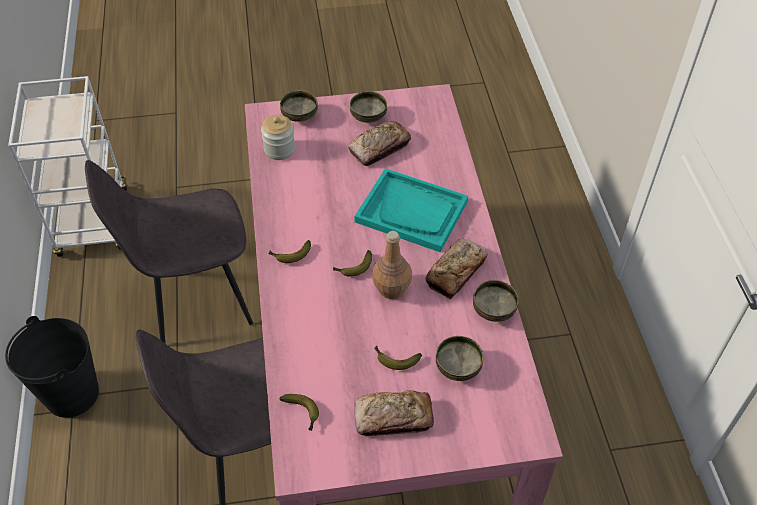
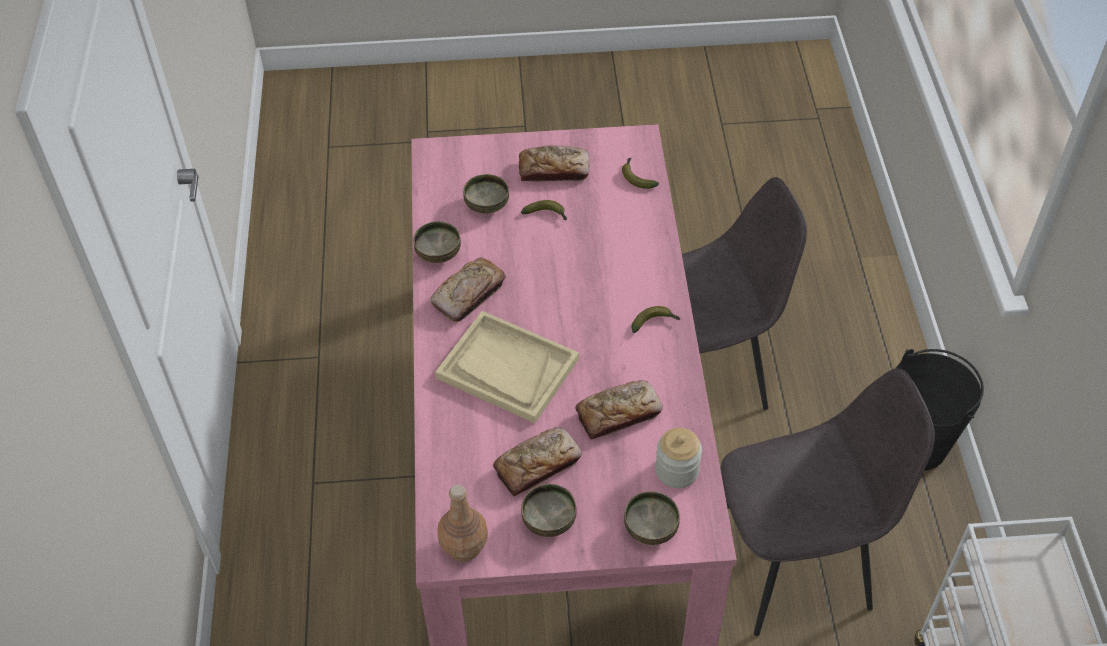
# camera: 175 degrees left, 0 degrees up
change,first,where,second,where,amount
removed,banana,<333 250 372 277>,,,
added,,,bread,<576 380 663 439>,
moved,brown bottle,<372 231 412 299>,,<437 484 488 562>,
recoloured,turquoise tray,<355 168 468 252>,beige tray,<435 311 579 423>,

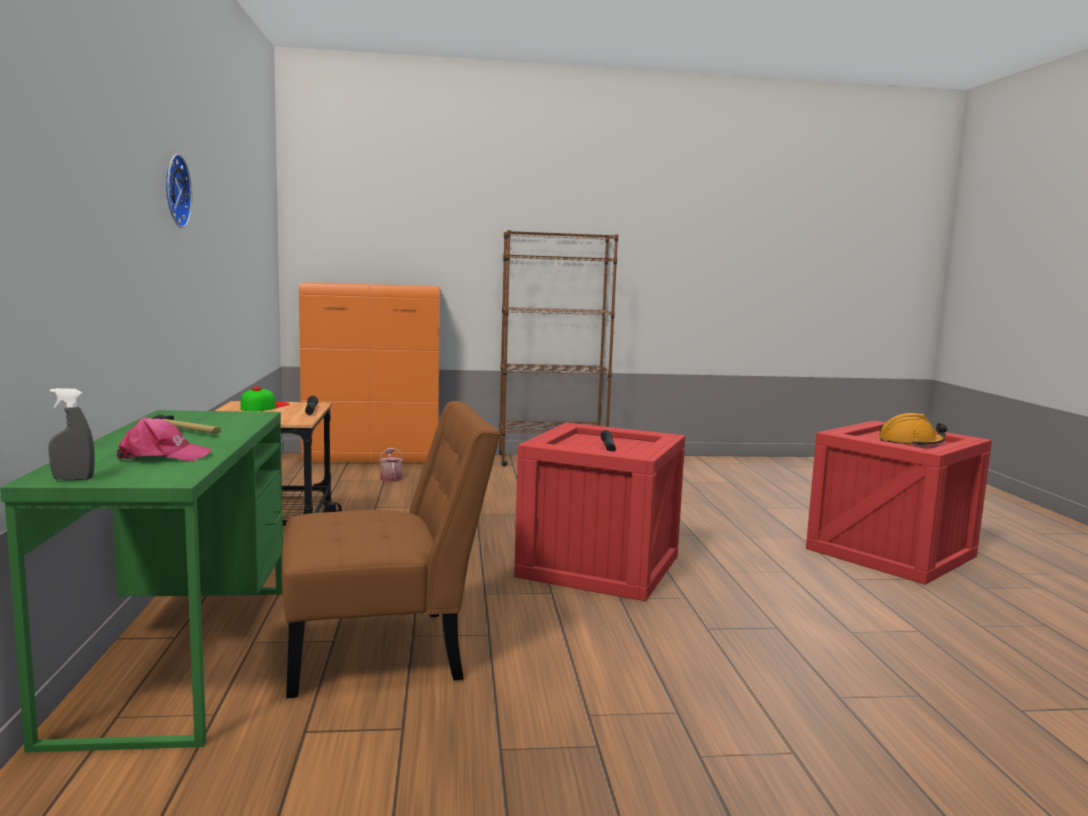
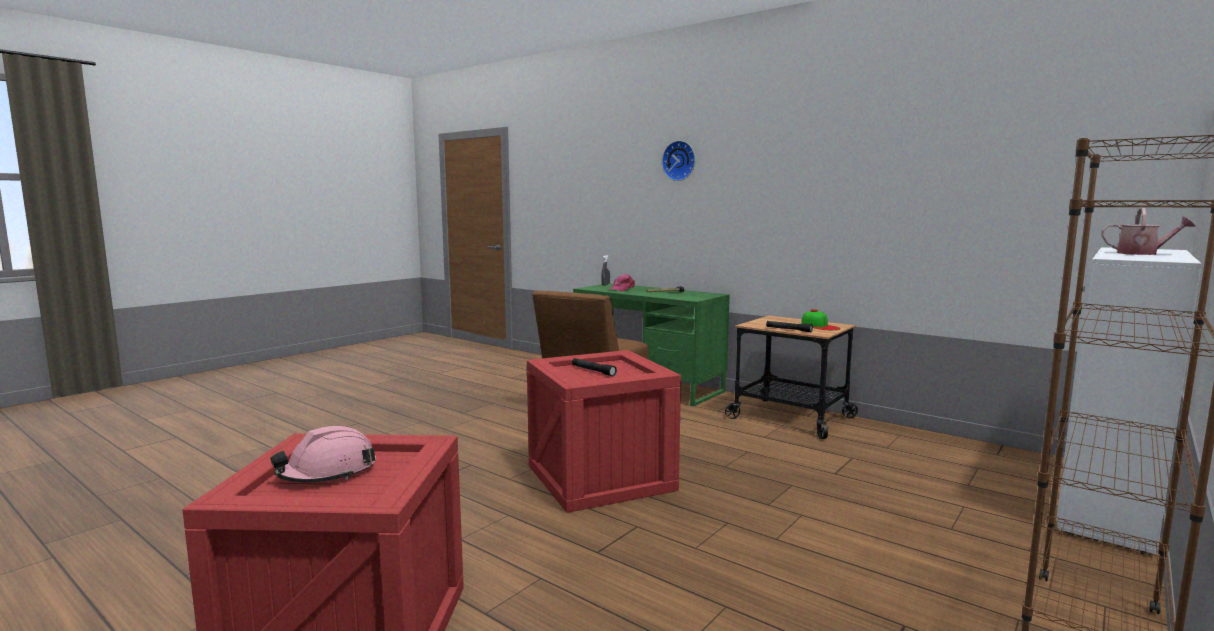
# camera: 135 degrees right, 0 degrees up
change,first,where,second,where,amount
moved,wall clock,<166 154 192 228>,,<662 141 695 181>,
moved,watering can,<379 448 403 482>,,<1102 208 1196 255>,
recoloured,orange cabinet,<299 282 440 462>,white cabinet,<1057 247 1202 555>,
recoloured,orange hard hat,<878 413 947 447>,pink hard hat,<270 426 376 483>,

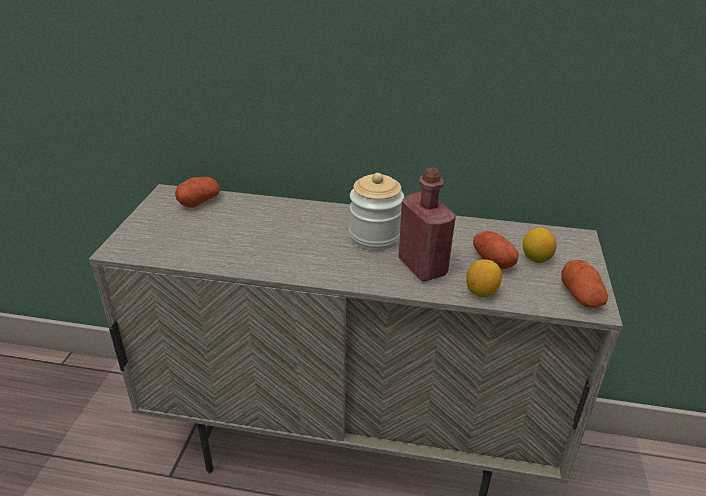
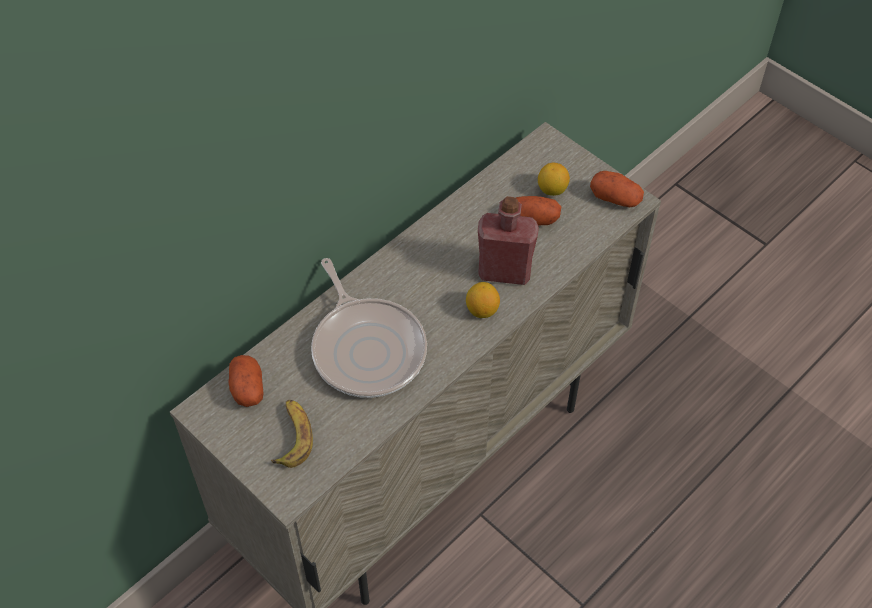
# camera: 55 degrees left, 20 degrees up
change,first,where,second,where,amount
removed,jar,<349 173 404 250>,,,
added,,,banana,<271 400 313 468>,
added,,,frying pan,<311 258 427 398>,
moved,lemon,<466 259 502 297>,,<466 282 500 318>,

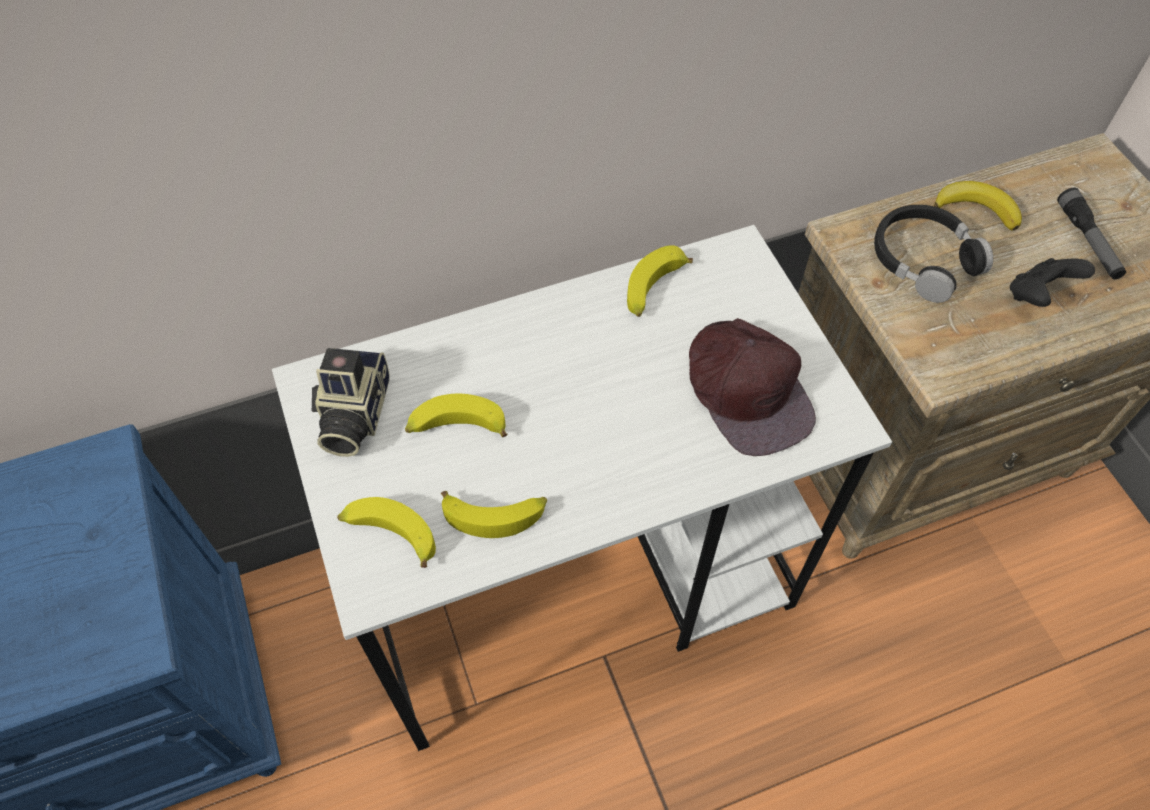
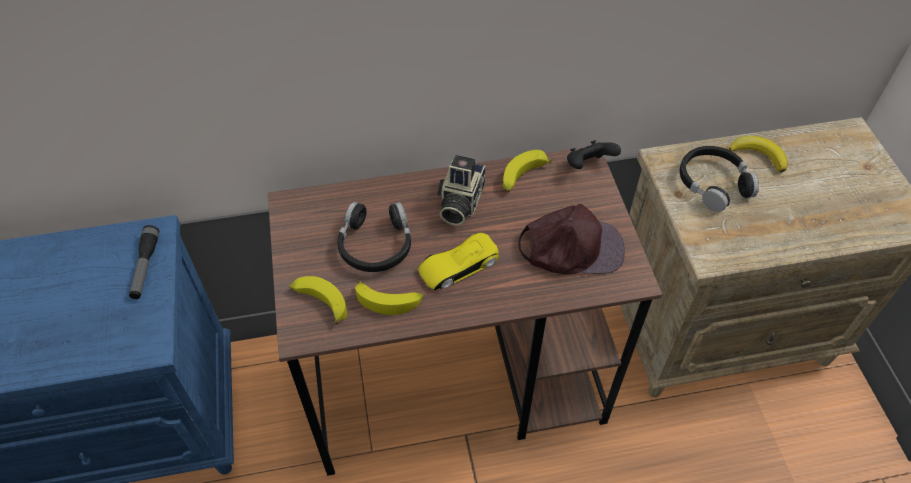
# camera: 10 degrees right, 5 degrees down
change,first,where,second,where,amount
added,,,yellow toy car,<418 233 499 290>,
moved,photo camera,<312 348 390 457>,,<437 155 486 226>,
moved,black game controller,<1010 258 1095 307>,,<567 140 621 169>,
moved,flashlight,<1057 188 1126 280>,,<129 225 160 299>,
replaced,banana,<405 393 507 437>,black headphones,<337 202 411 272>,
recoloured,white desk,<272 225 892 751>,brown desk,<268 147 662 476>,
turned,brown cap,<689 318 816 456>,,<518 204 625 274>,75 degrees counterclockwise

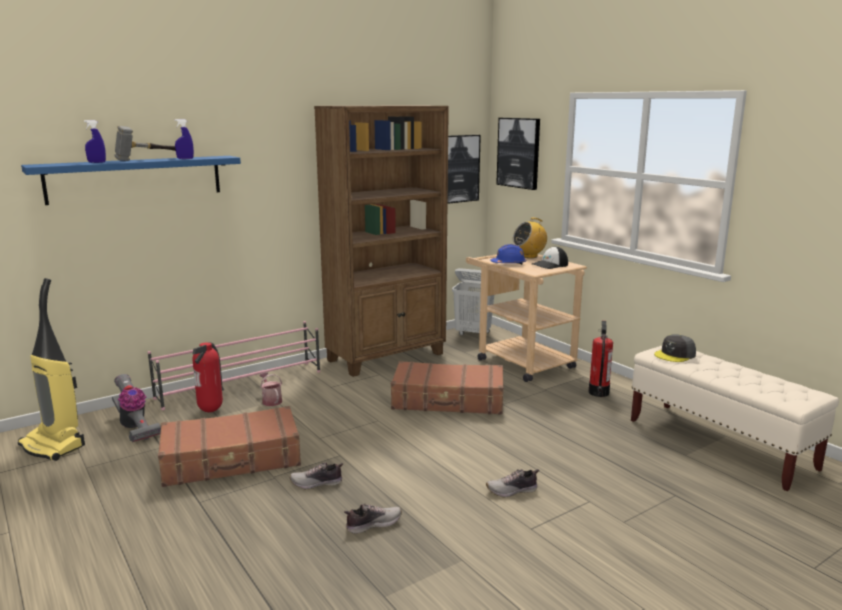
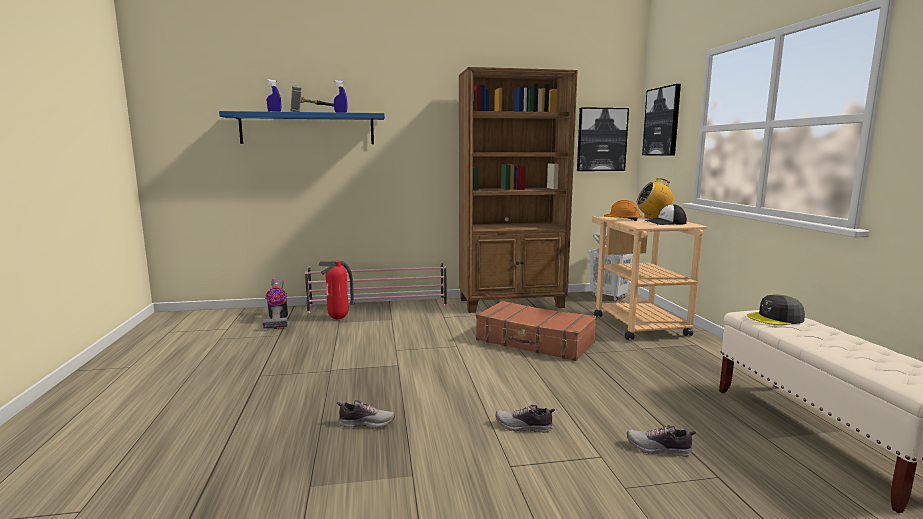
# camera: 25 degrees right, 5 degrees down
change,first,where,second,where,amount
removed,vacuum cleaner,<18 278 85 461>,,,
removed,brown suitcase,<158 406 301 487>,,,
removed,watering can,<259 372 282 406>,,,
removed,fire extinguisher,<589 321 613 397>,,,
moved,shoe,<290 462 343 489>,,<627 425 696 457>,
recoloured,blue hard hat,<490 244 526 264>,orange hard hat,<604 200 641 221>,

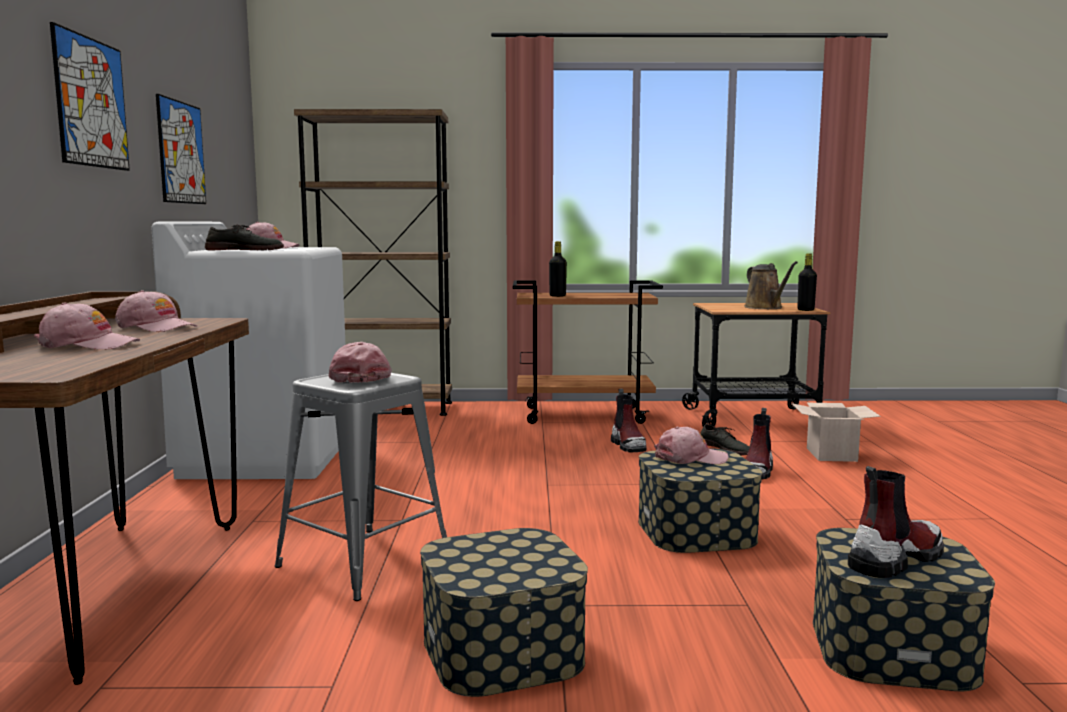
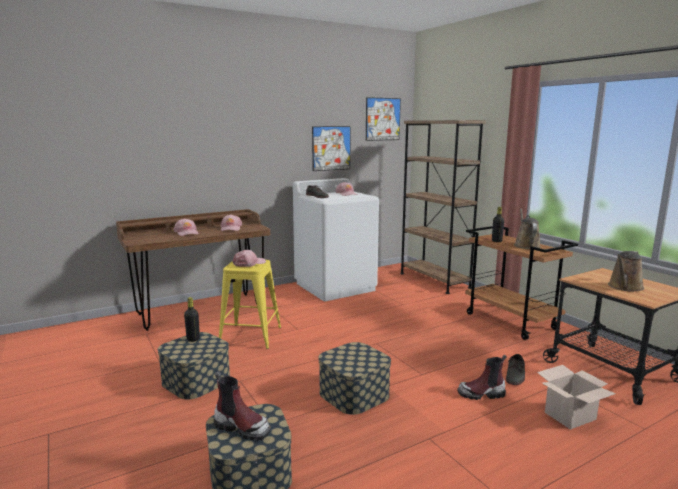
# camera: 60 degrees right, 5 degrees up
change,first,where,second,where,amount
removed,boot,<611 389 647 453>,,,
removed,pink cap,<654 426 729 464>,,,
added,,,brown watering can,<514 209 540 249>,
moved,picture,<50 22 130 171>,,<366 97 401 141>,
moved,black bottle,<797 253 817 311>,,<184 297 200 342>,
recoloured,grey stool,<275 373 447 601>,yellow stool,<219 260 281 349>,

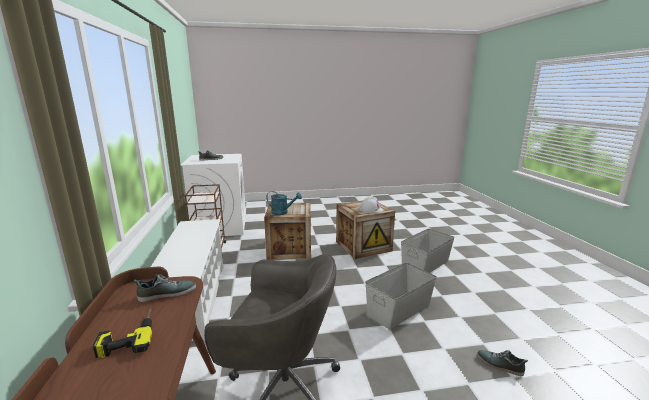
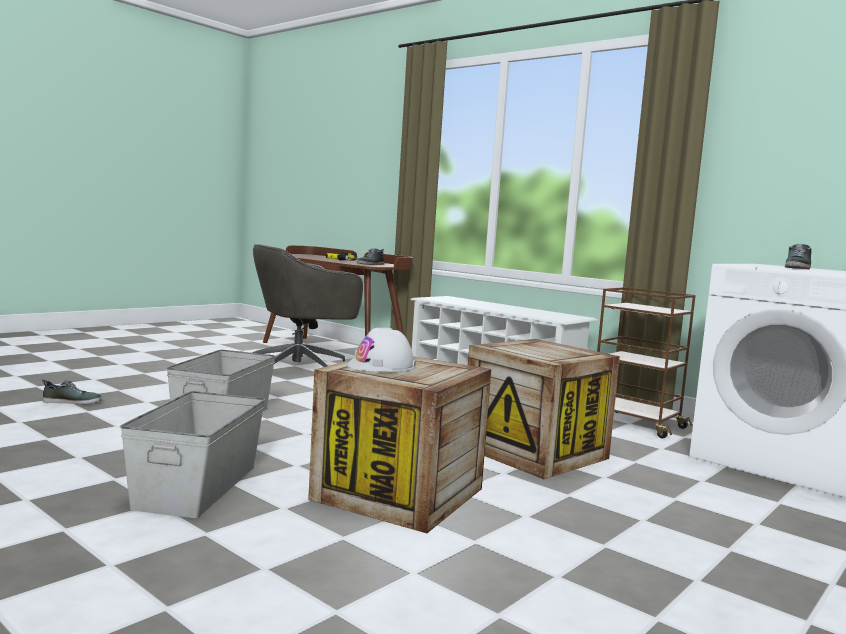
# camera: 140 degrees right, 10 degrees down
change,first,where,second,where,amount
removed,turquoise watering can,<266 191 302 215>,,,

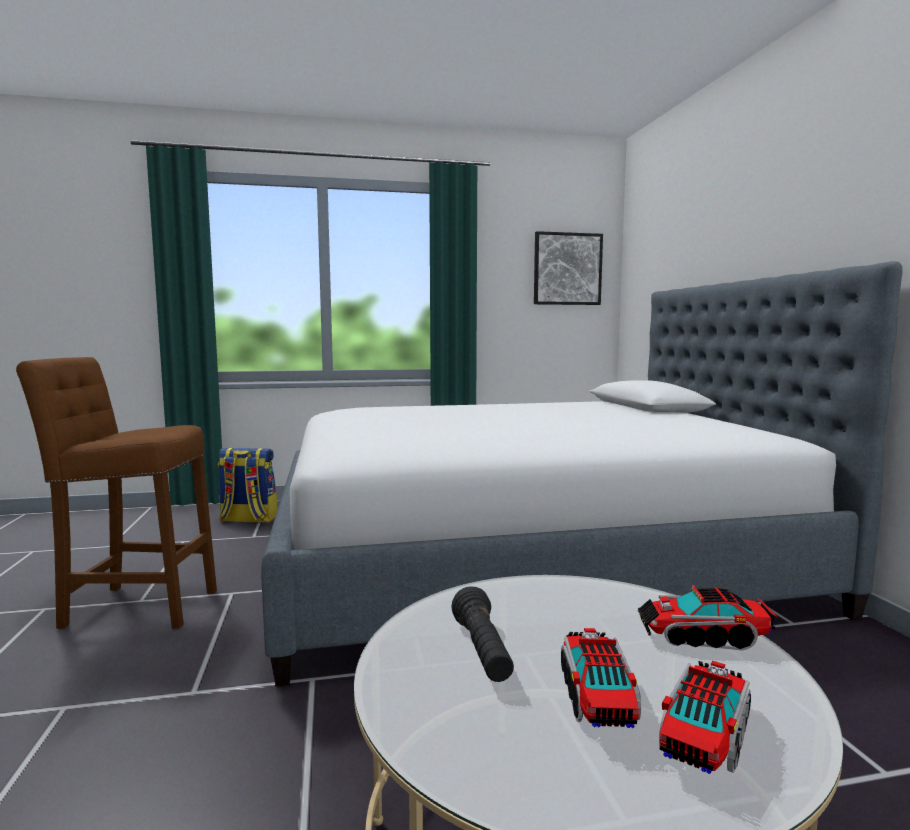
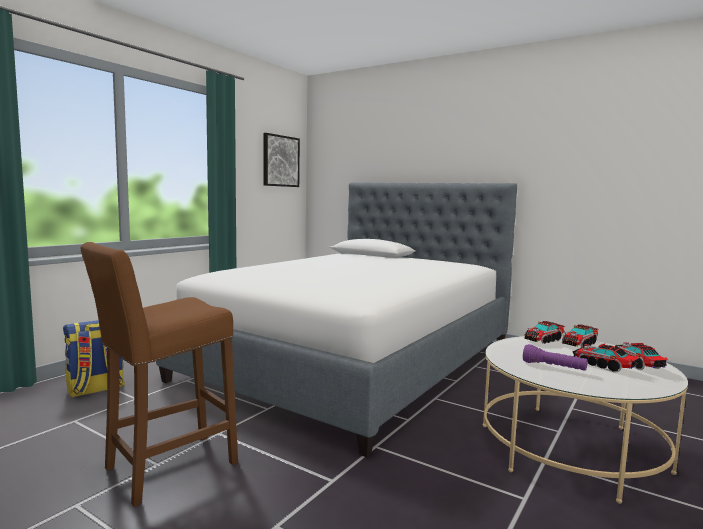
# camera: 45 degrees left, 0 degrees up
change,first,where,second,where,amount
added,,,toy truck,<524 321 565 344>,
recoloured,black flashlight,<451 586 514 682>,purple flashlight,<523 344 588 371>,

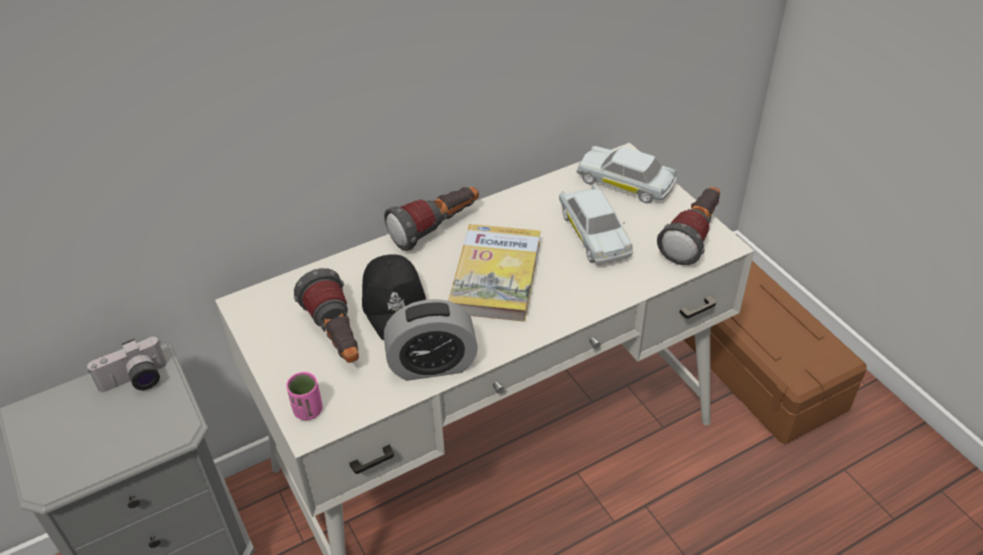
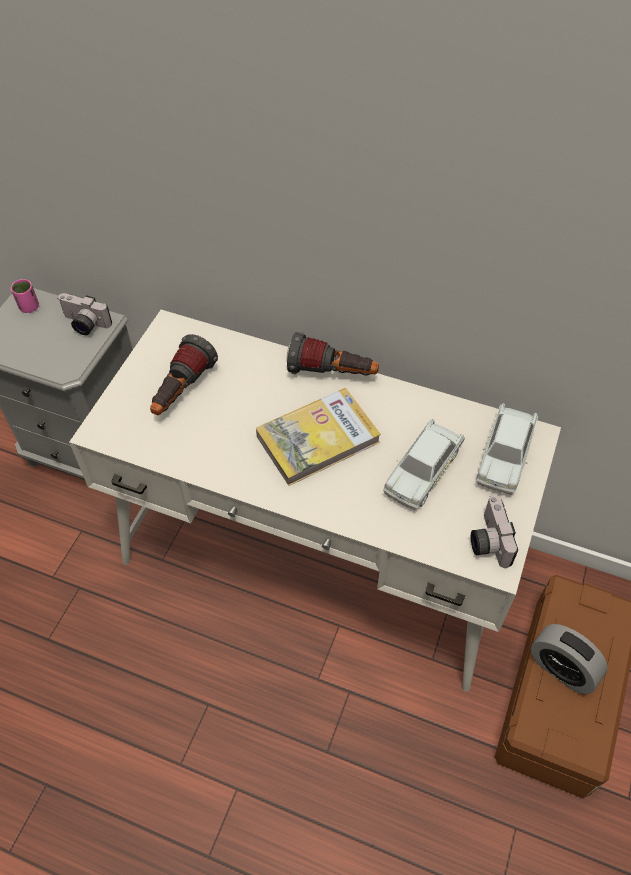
# camera: 50 degrees right, 10 degrees up
change,first,where,second,where,amount
removed,black cap,<362 254 426 340>,,,
moved,pink cup,<286 372 323 420>,,<11 279 39 313>,
moved,alarm clock,<384 299 478 381>,,<531 624 608 694>,
replaced,flashlight,<657 187 720 265>,photo camera,<471 495 518 568>,
turned,white toy car,<576 146 677 203>,,<476 403 538 494>,150 degrees counterclockwise

